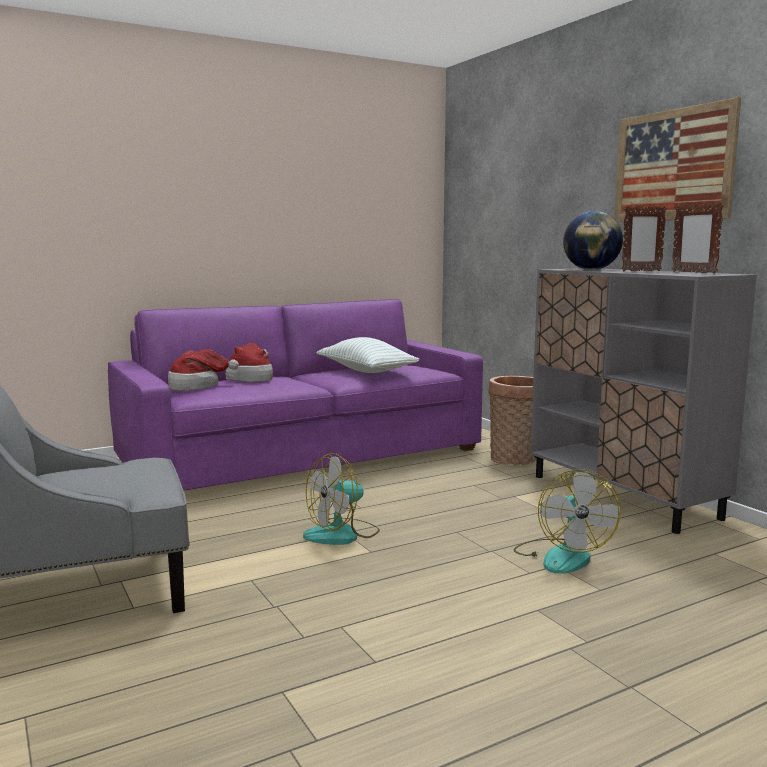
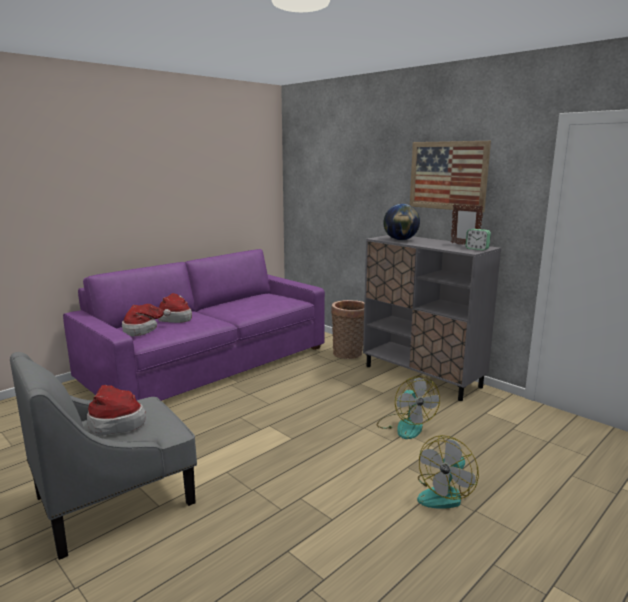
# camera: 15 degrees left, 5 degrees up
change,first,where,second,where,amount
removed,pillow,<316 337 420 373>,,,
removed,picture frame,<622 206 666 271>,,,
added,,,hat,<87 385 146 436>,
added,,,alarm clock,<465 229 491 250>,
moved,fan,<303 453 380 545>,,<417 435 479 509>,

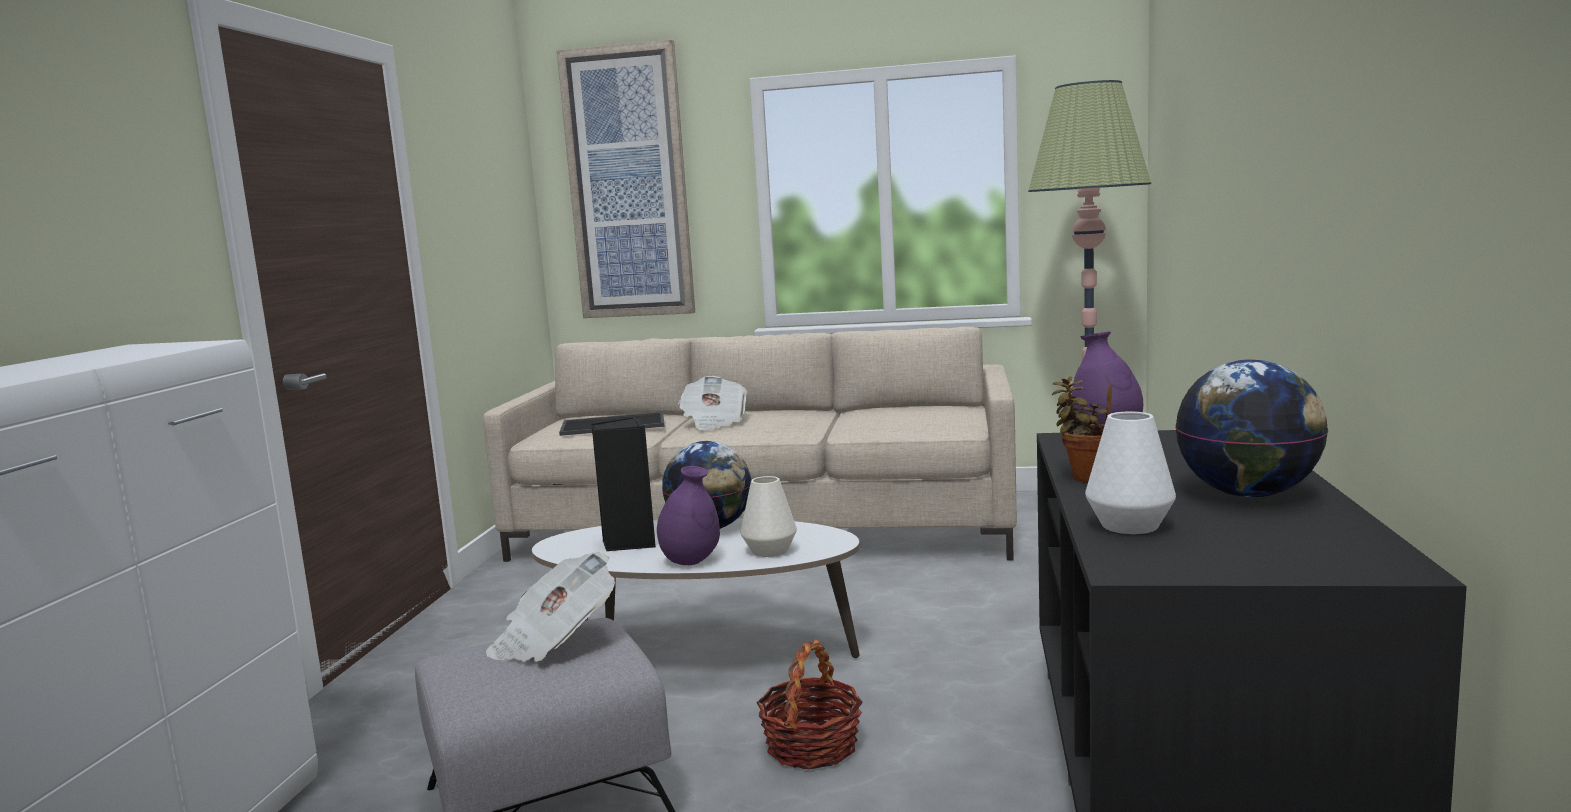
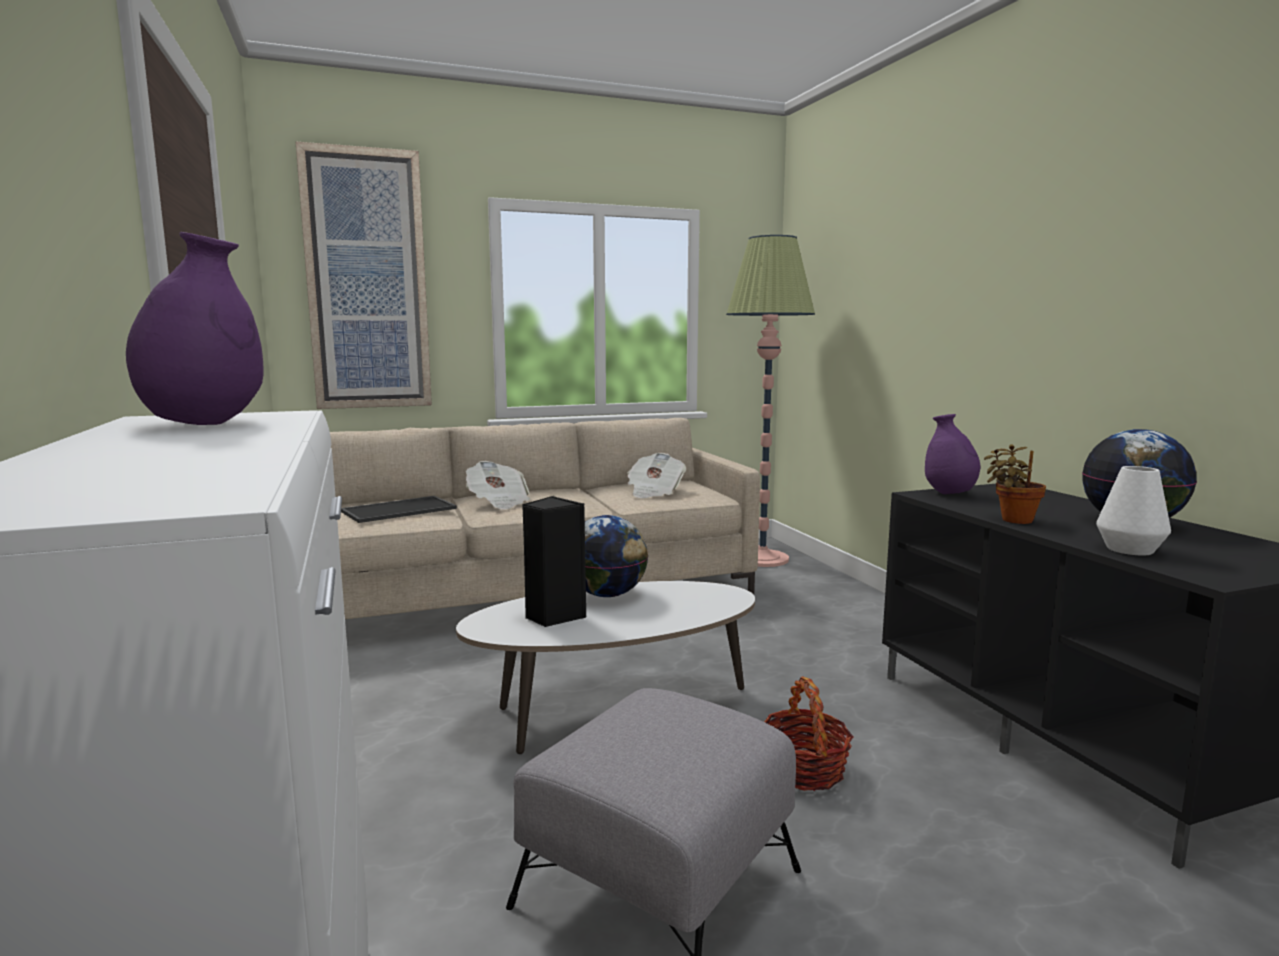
# camera: 30 degrees left, 0 degrees up
change,first,where,second,where,amount
removed,white vase,<741 476 797 557>,,,
moved,newspaper,<486 552 615 662>,,<627 453 687 498>,
moved,purple vase,<657 466 720 565>,,<126 232 264 425>,

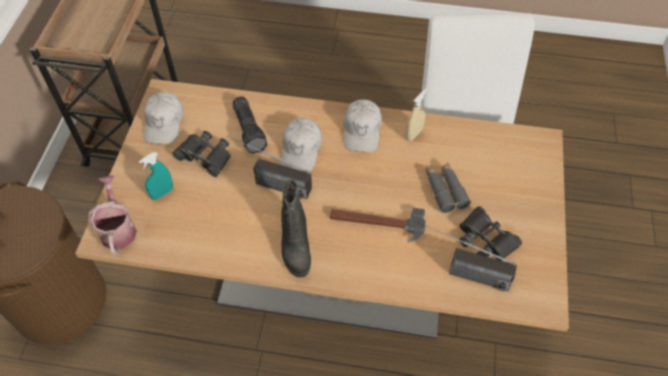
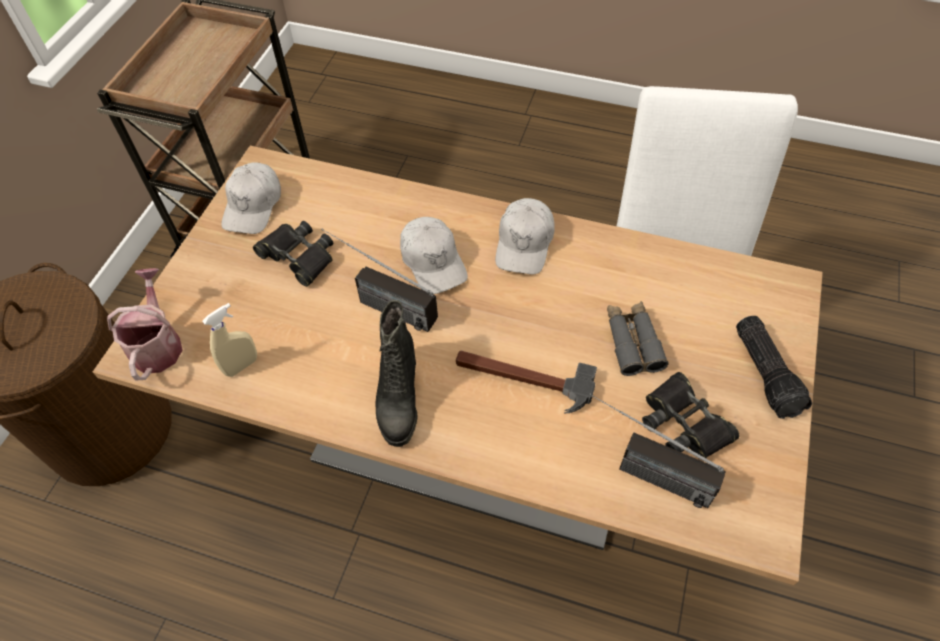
# camera: 10 degrees right, 0 degrees up
change,first,where,second,where,amount
removed,turquoise spray bottle,<139 152 173 200>,,,
moved,flashlight,<233 96 267 154>,,<736 316 812 419>,
moved,beige spray bottle,<406 89 427 141>,,<202 303 257 377>,
turned,white cap,<280 118 322 172>,,<400 217 468 294>,45 degrees counterclockwise

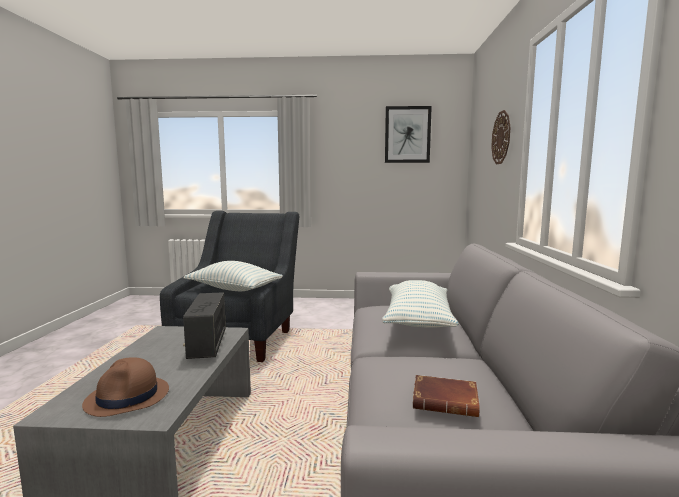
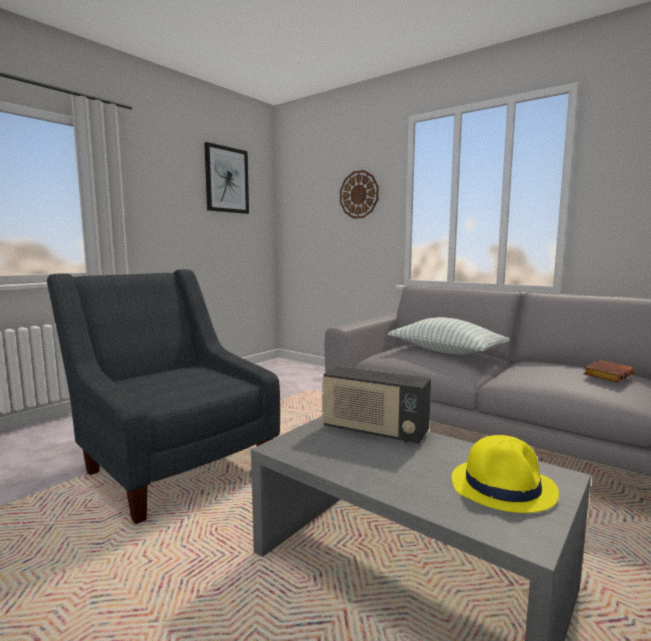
# camera: 55 degrees left, 0 degrees up
change,first,where,second,where,amount
removed,pillow,<184 261 283 291>,,,
recoloured,brown hat,<82 357 169 417>,yellow hat,<451 435 559 513>,

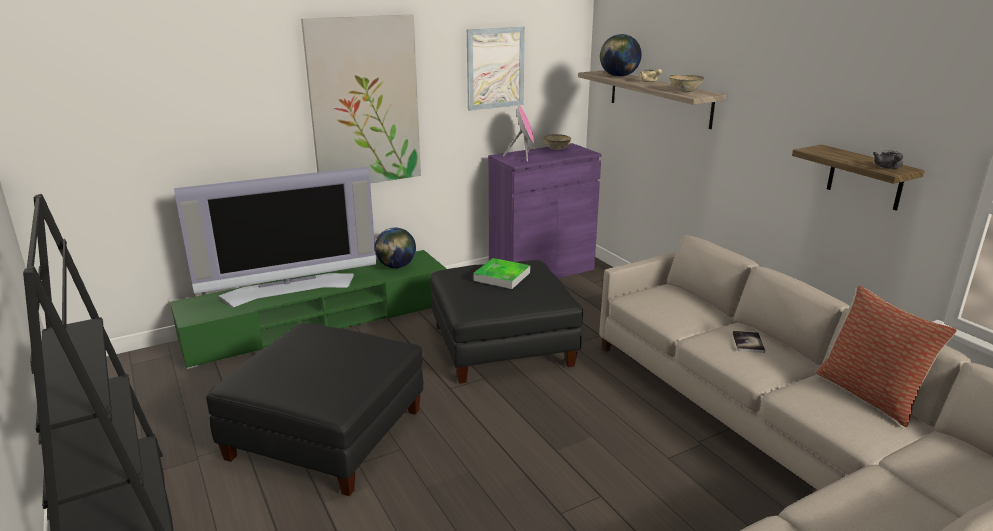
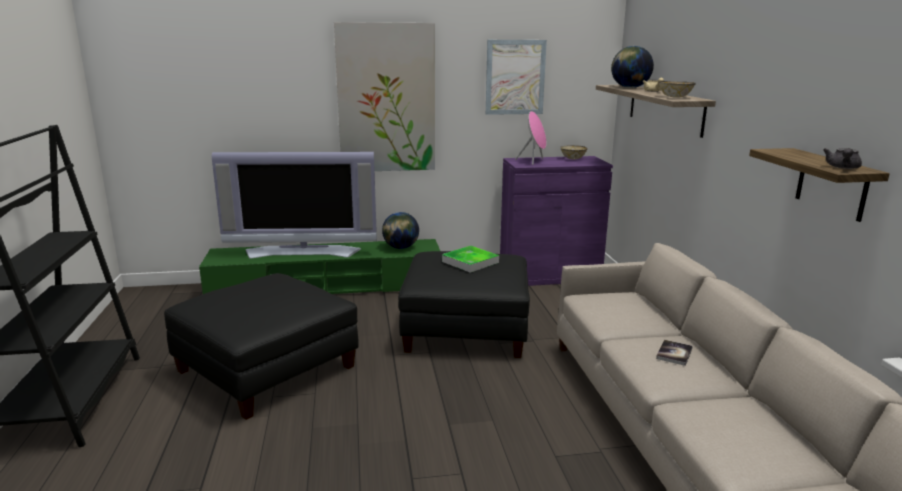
# camera: 20 degrees right, 5 degrees down
change,first,where,second,where,amount
removed,pillow,<816 286 957 427>,,,

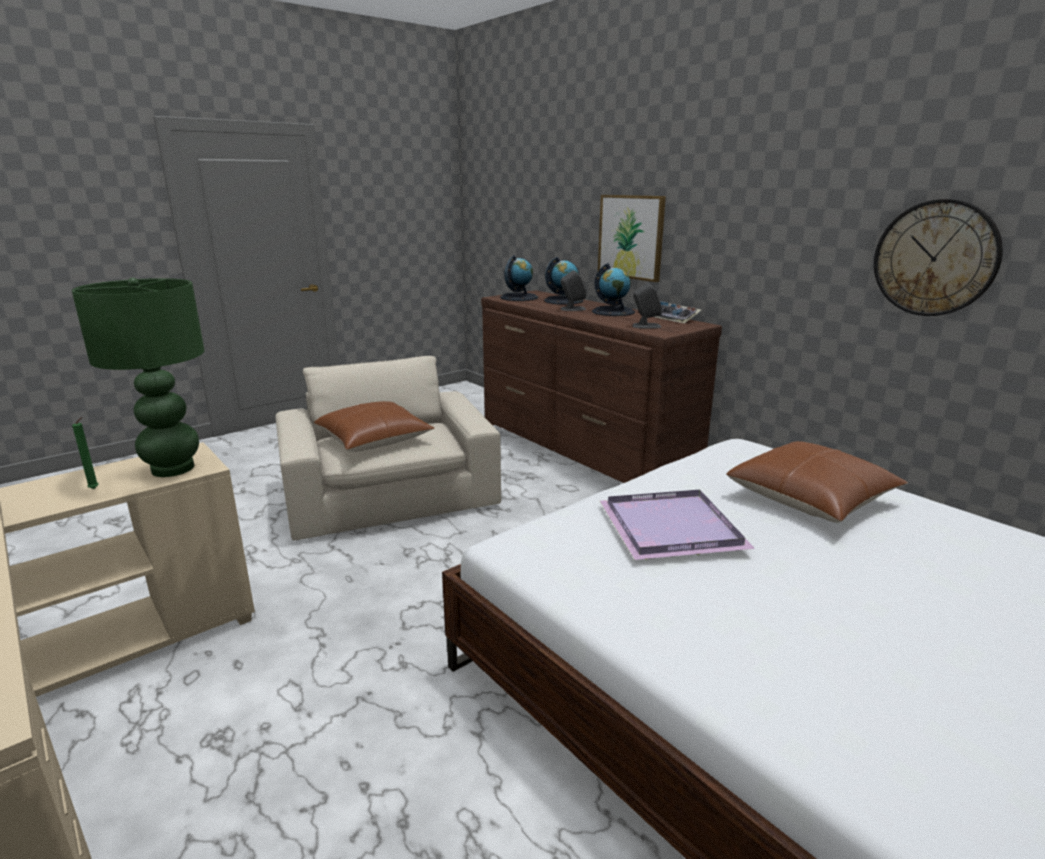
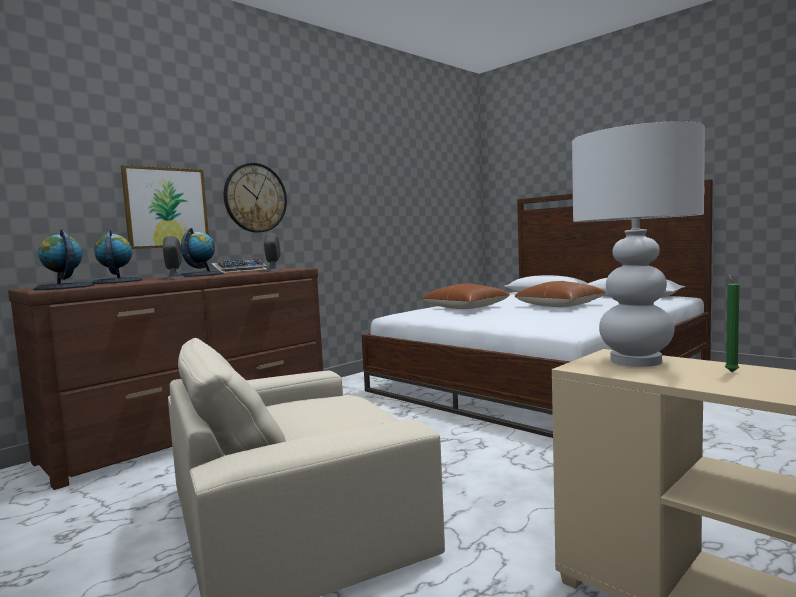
# camera: 95 degrees left, 15 degrees down
change,first,where,second,where,amount
removed,purple tray,<600 490 755 560>,,,
moved,brown pillow,<314 401 435 452>,,<515 281 606 307>,
moved,wall clock,<874 199 1003 316>,,<224 163 287 233>,
recoloured,green table lamp,<72 278 204 477>,white table lamp,<572 121 705 367>,

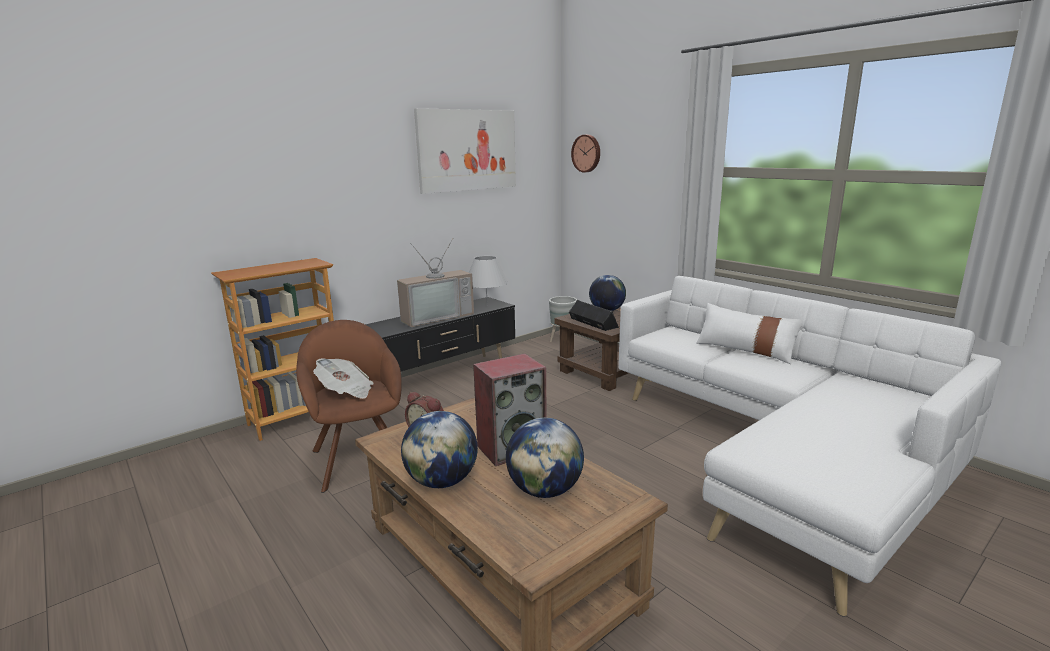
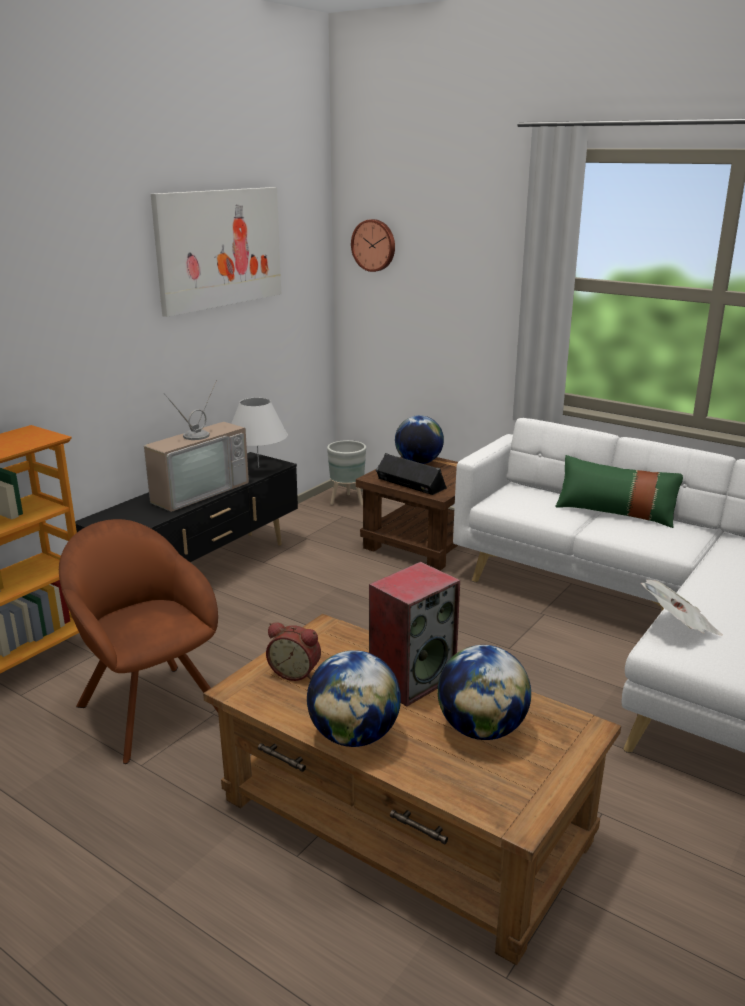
# camera: 15 degrees left, 5 degrees up
change,first,where,second,where,amount
moved,newspaper,<313 358 374 399>,,<641 580 723 635>,
recoloured,white pillow,<696 303 802 364>,green pillow,<555 455 683 528>,

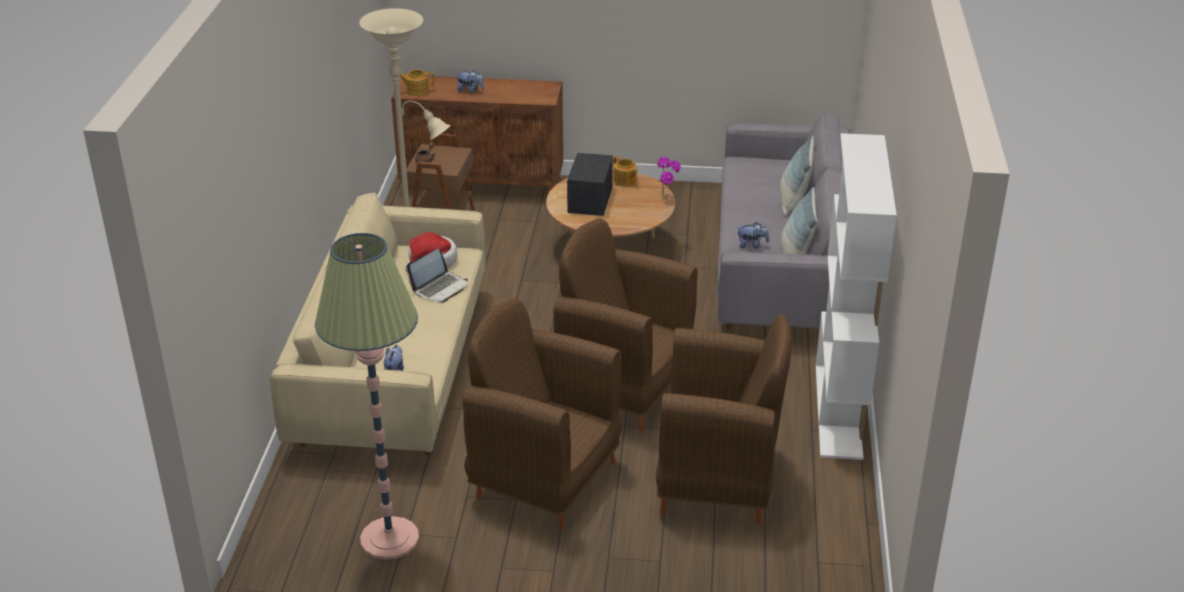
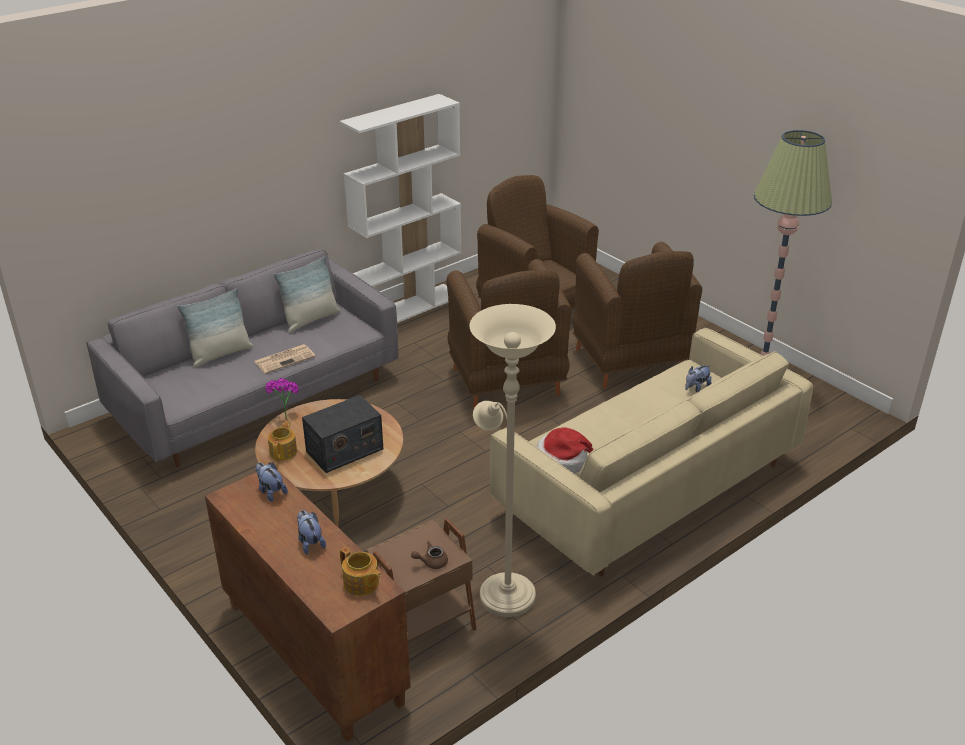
# camera: 135 degrees left, 0 degrees up
change,first,where,second,where,amount
removed,laptop,<407 249 468 303>,,,
added,,,newspaper,<254 344 316 374>,
moved,plush toy,<737 222 769 248>,,<255 463 288 502>,

